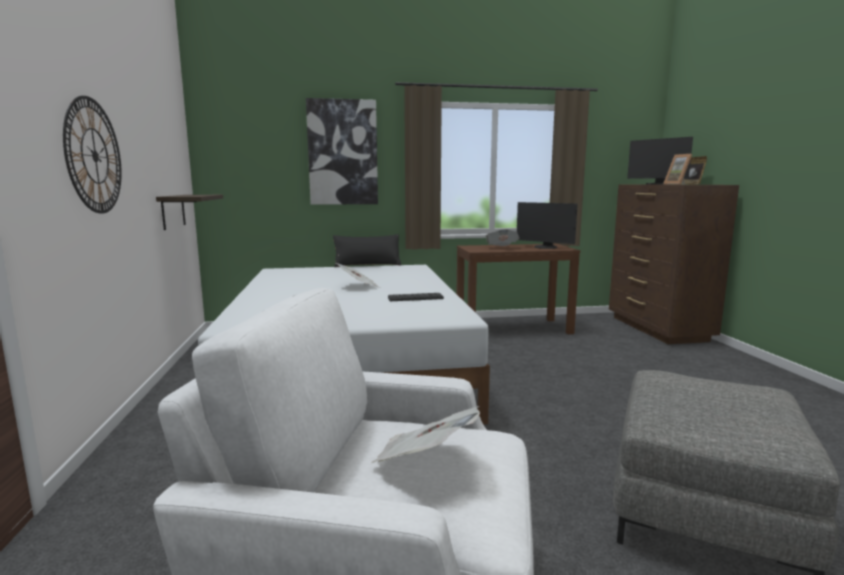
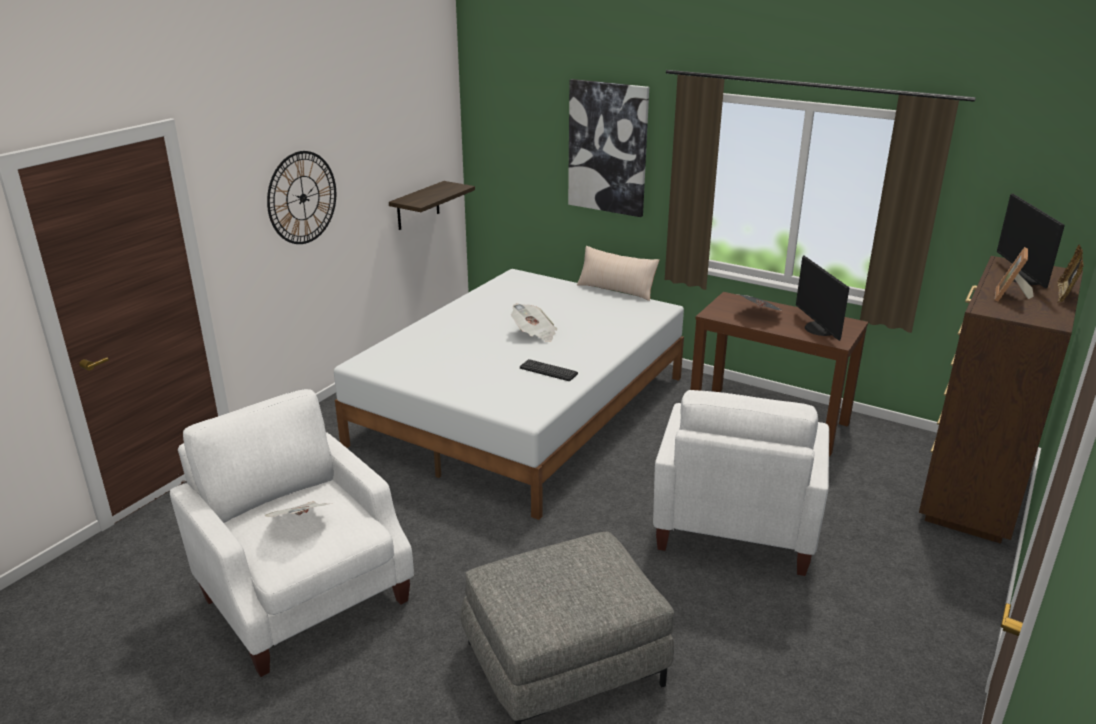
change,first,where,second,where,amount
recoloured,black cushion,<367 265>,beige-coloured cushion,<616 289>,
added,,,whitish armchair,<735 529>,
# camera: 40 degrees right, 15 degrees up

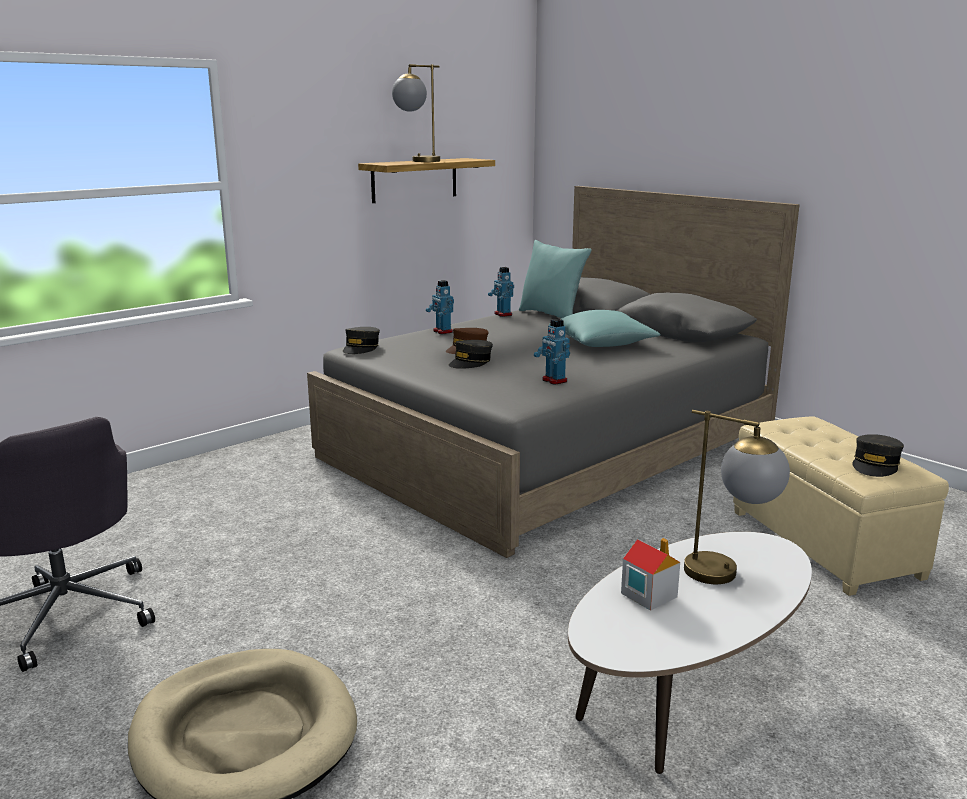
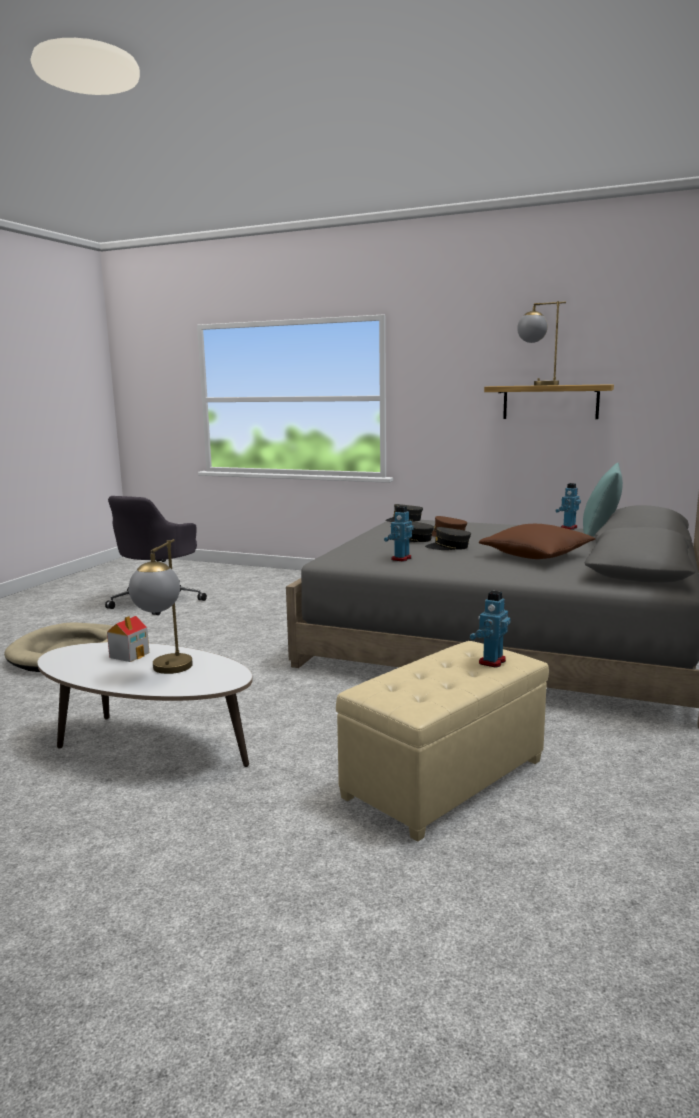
change,first,where,second,where,amount
moved,model robot,<442 331>,,<491 661>,
recoloured,blue-green cushion,<602 343>,brownish cushion,<536 556>,
moved,grey baseball cap,<875 465>,,<448 547>,
# camera: 65 degrees right, 5 degrees down

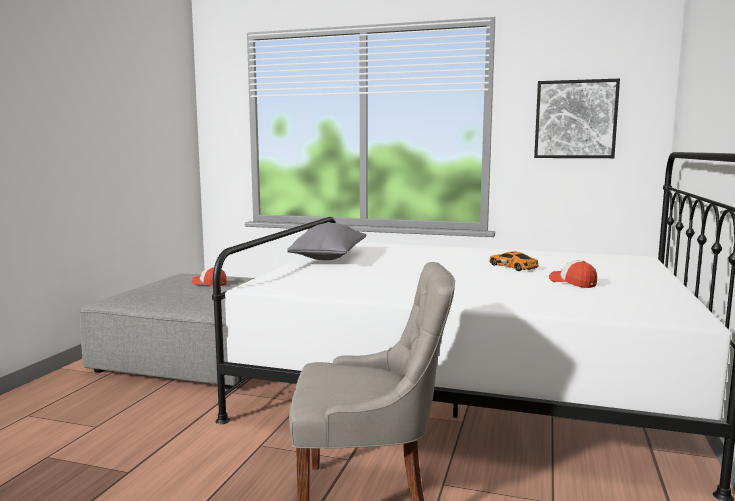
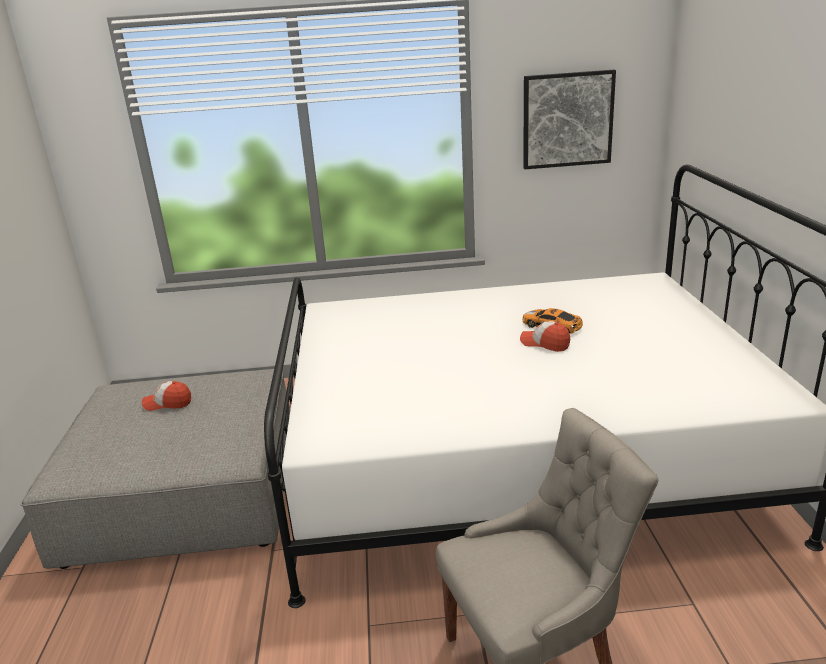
change,first,where,second,where,amount
removed,grey cushion,<330 258>,,,
moved,baseball cap,<572 283>,,<545 343>,
# camera: 20 degrees left, 15 degrees up

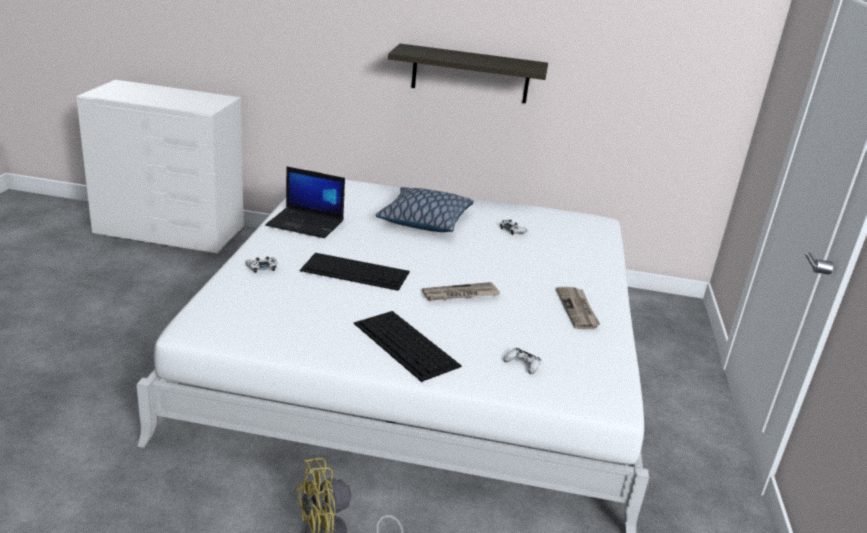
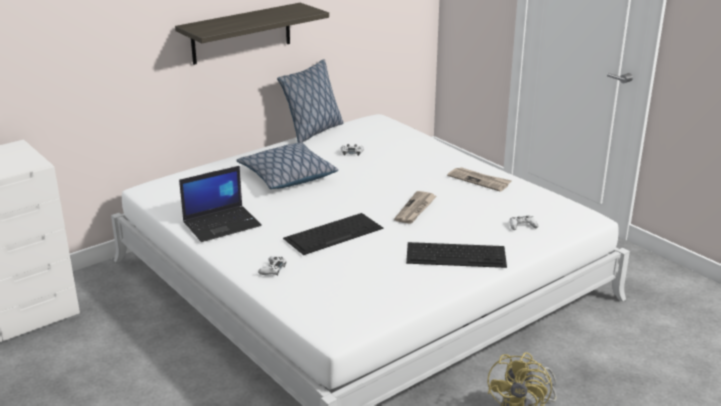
change,first,where,second,where,amount
added,,,cushion,<313 132>,
# camera: 45 degrees left, 0 degrees up

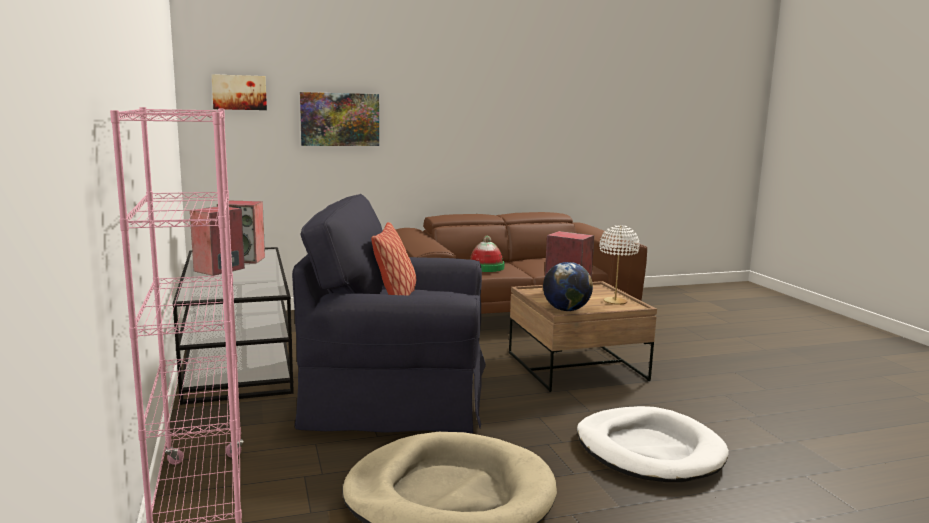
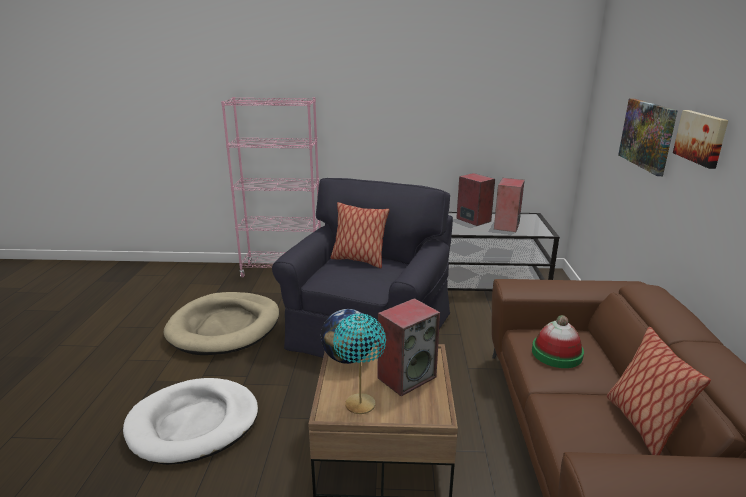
change,first,where,second,where,amount
moved,picture,<239 92>,,<701 138>,
recoloured,whitish table lamp,<614 302>,blue-green table lamp,<360 404>,
added,,,cushion,<641 424>,
# camera: 110 degrees right, 10 degrees up

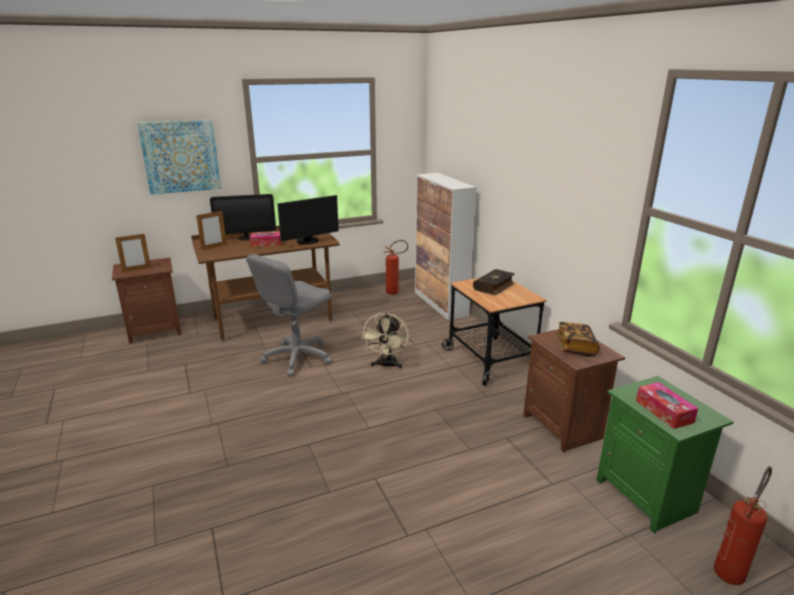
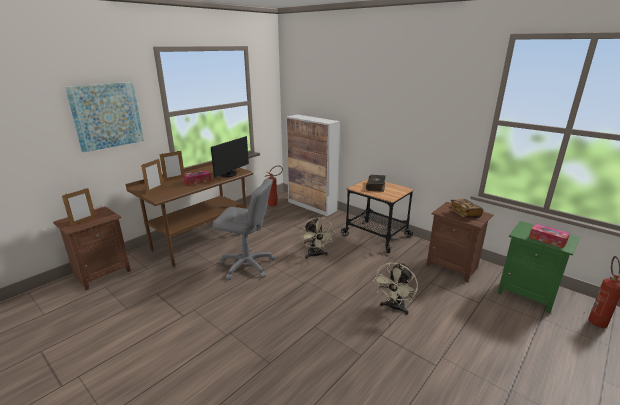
change,first,where,second,where,amount
replaced,computer screen,<246 238>,standing frame,<174 179>,
turned,grey office chair,<297 357>,,<247 265>,90 degrees counterclockwise
added,,,beige-coloured cooling fan,<394 308>,
# camera: 25 degrees left, 0 degrees up

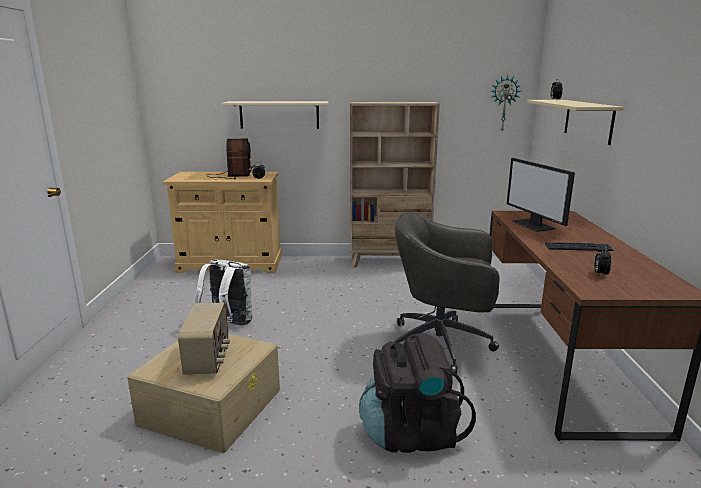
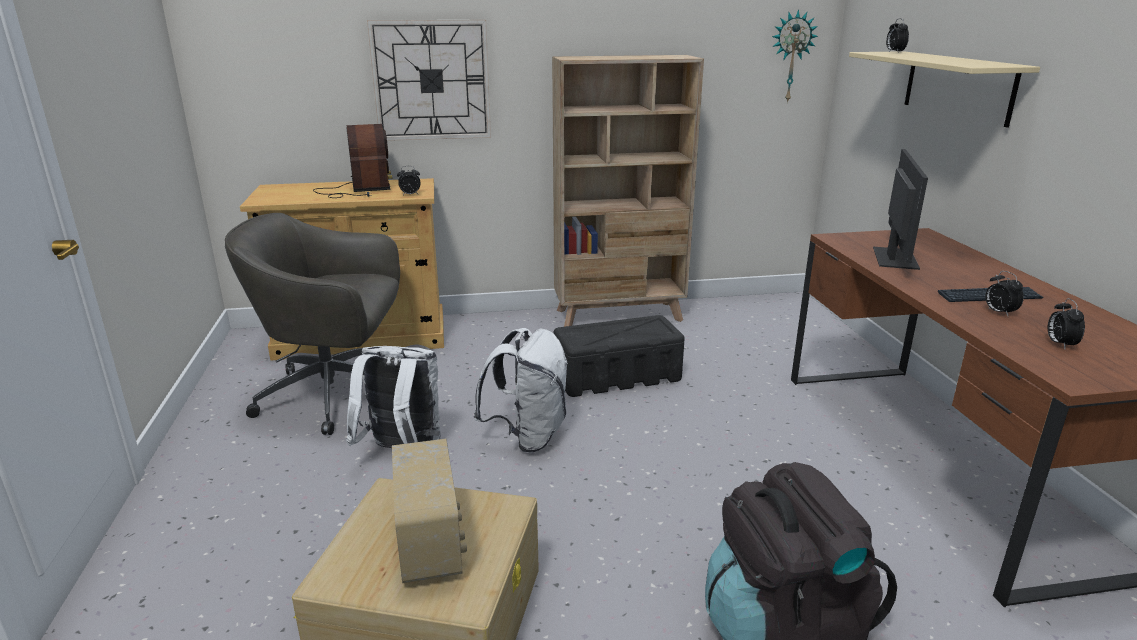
change,first,where,second,where,amount
replaced,beige-coloured bracket shelf,<279 114>,wall clock,<431 80>,
moved,grey office chair,<442 344>,,<336 395>,
turned,computer screen,<534 225>,,<893 258>,135 degrees counterclockwise
added,,,whitish backpack,<528 436>,
added,,,black storage box,<618 376>,
added,,,alarm clock,<998 312>,
# camera: 10 degrees left, 5 degrees up

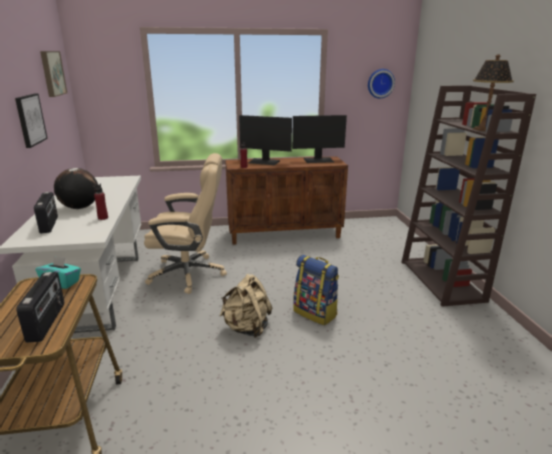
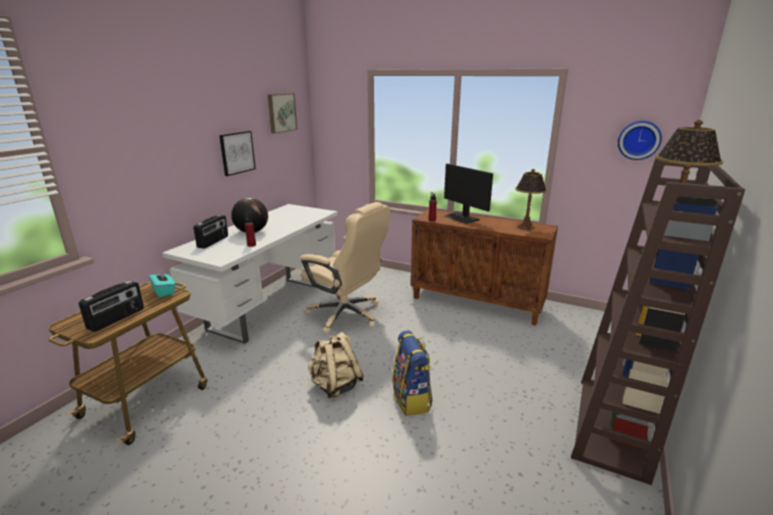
change,first,where,second,where,amount
replaced,computer screen,<319 160>,table lamp,<526 227>,
# camera: 35 degrees right, 0 degrees up

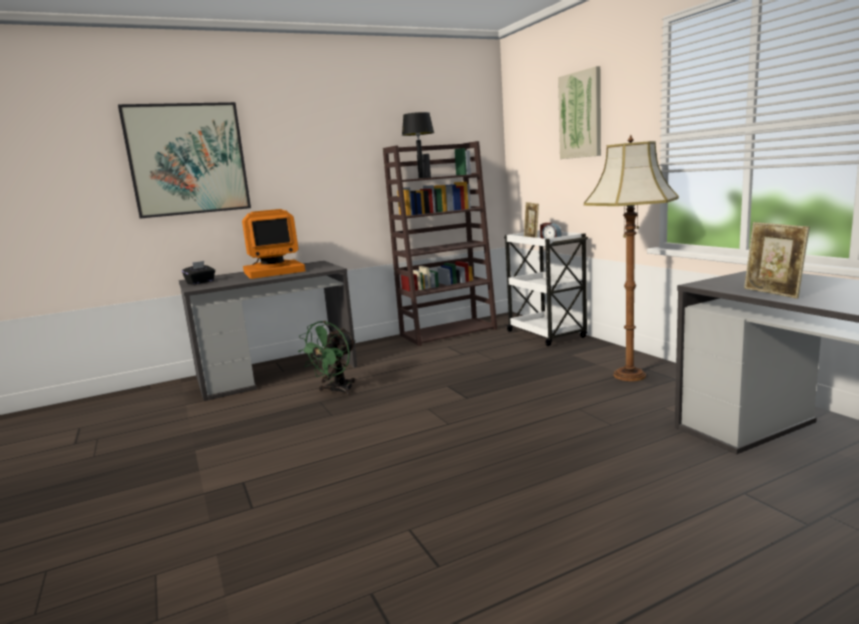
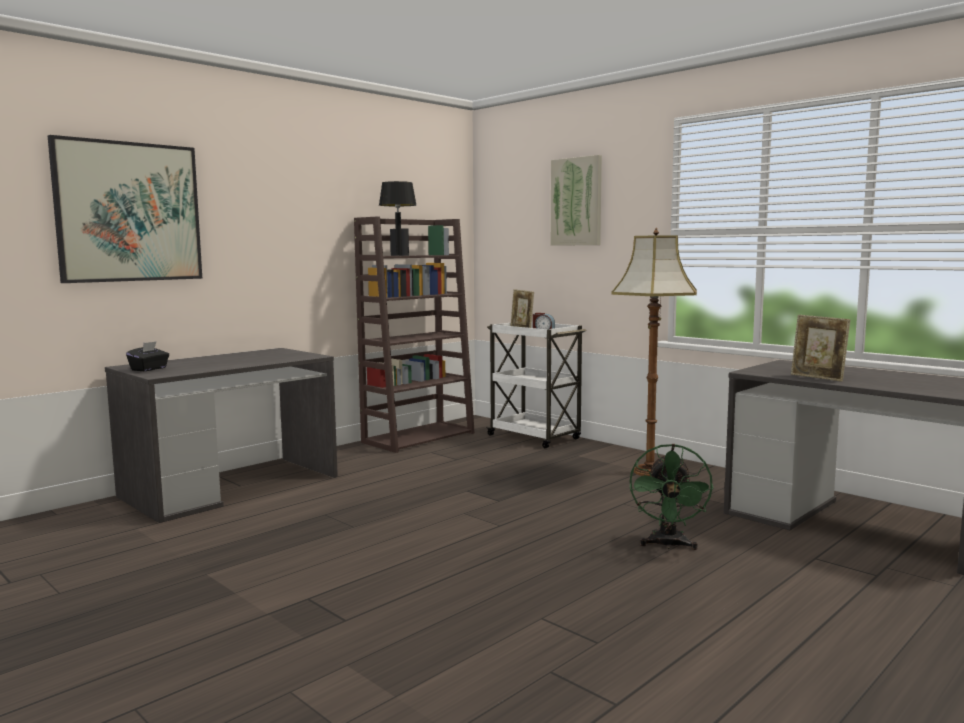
change,first,where,second,where,amount
removed,computer screen,<274 271>,,,
moved,green-coloured cooling fan,<336 391>,,<668 545>,
# camera: 20 degrees left, 5 degrees down

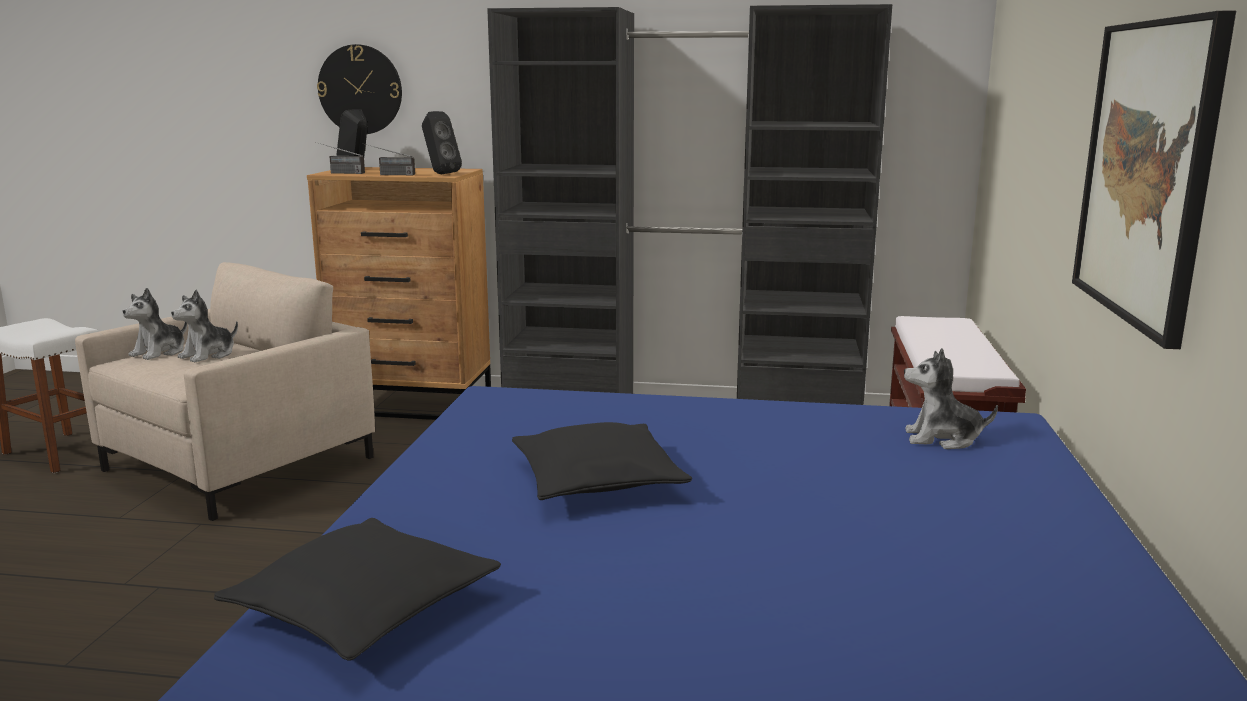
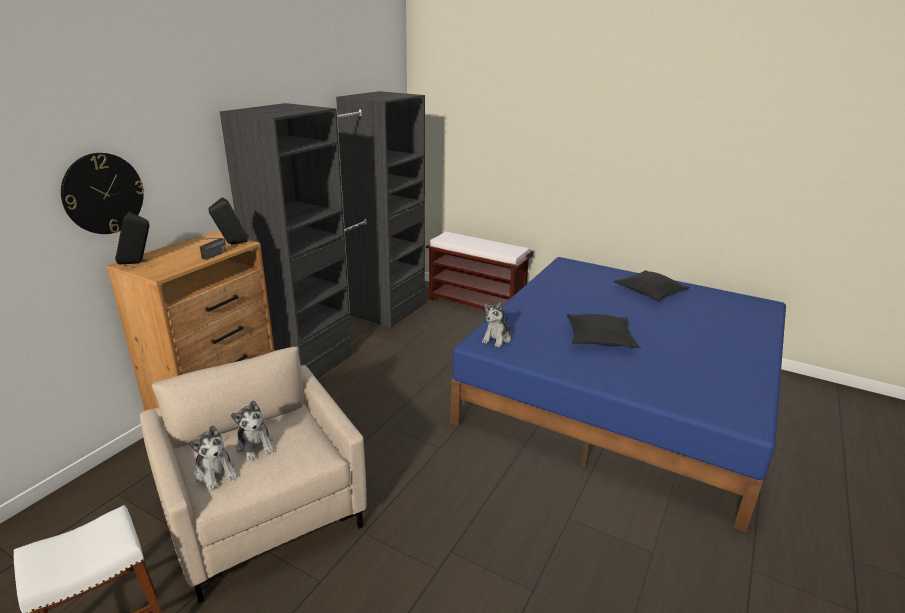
change,first,where,second,where,amount
moved,black cushion,<364 608>,,<650 292>,
removed,radio receiver,<339 173>,,,
moved,cuddly toy,<942 439>,,<497 339>,
removed,picture,<1146 171>,,,
# camera: 70 degrees left, 10 degrees up

